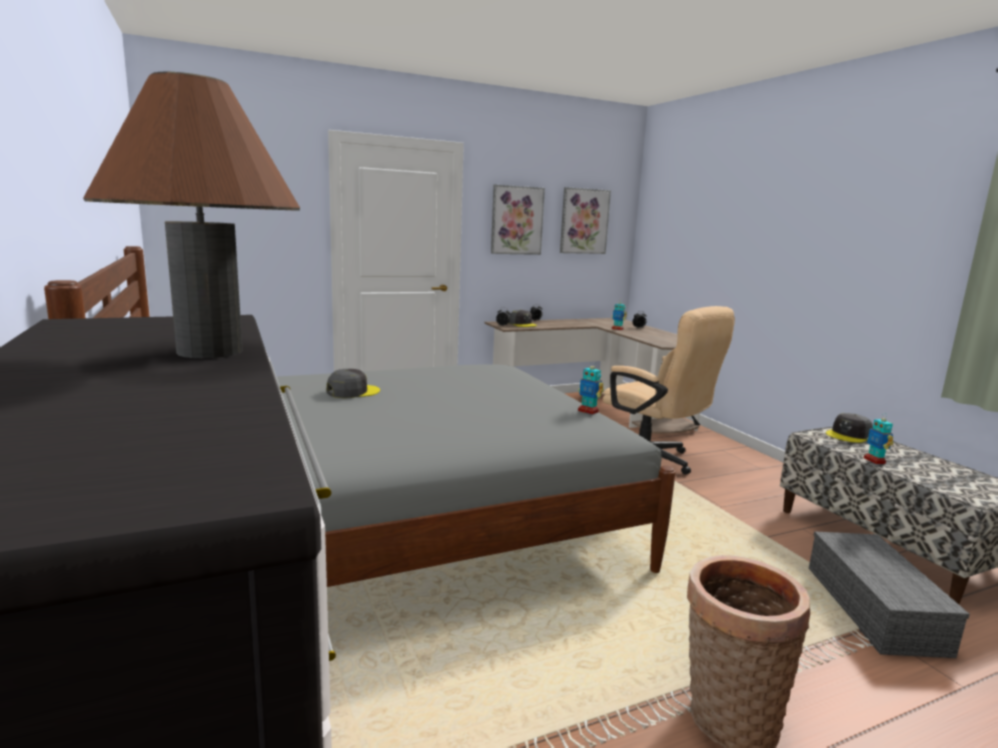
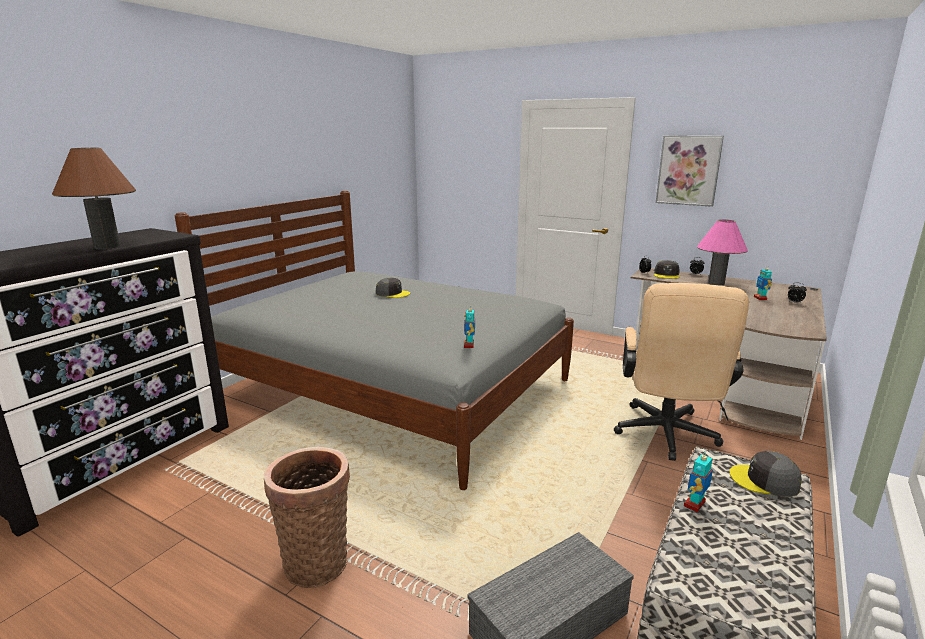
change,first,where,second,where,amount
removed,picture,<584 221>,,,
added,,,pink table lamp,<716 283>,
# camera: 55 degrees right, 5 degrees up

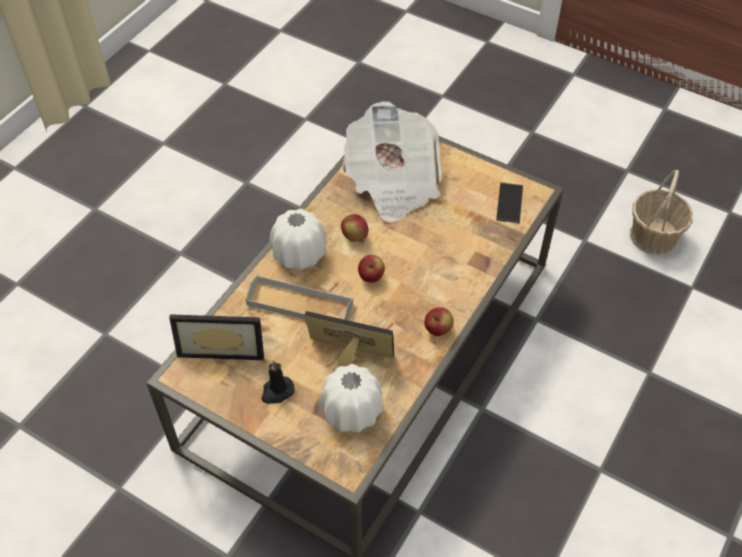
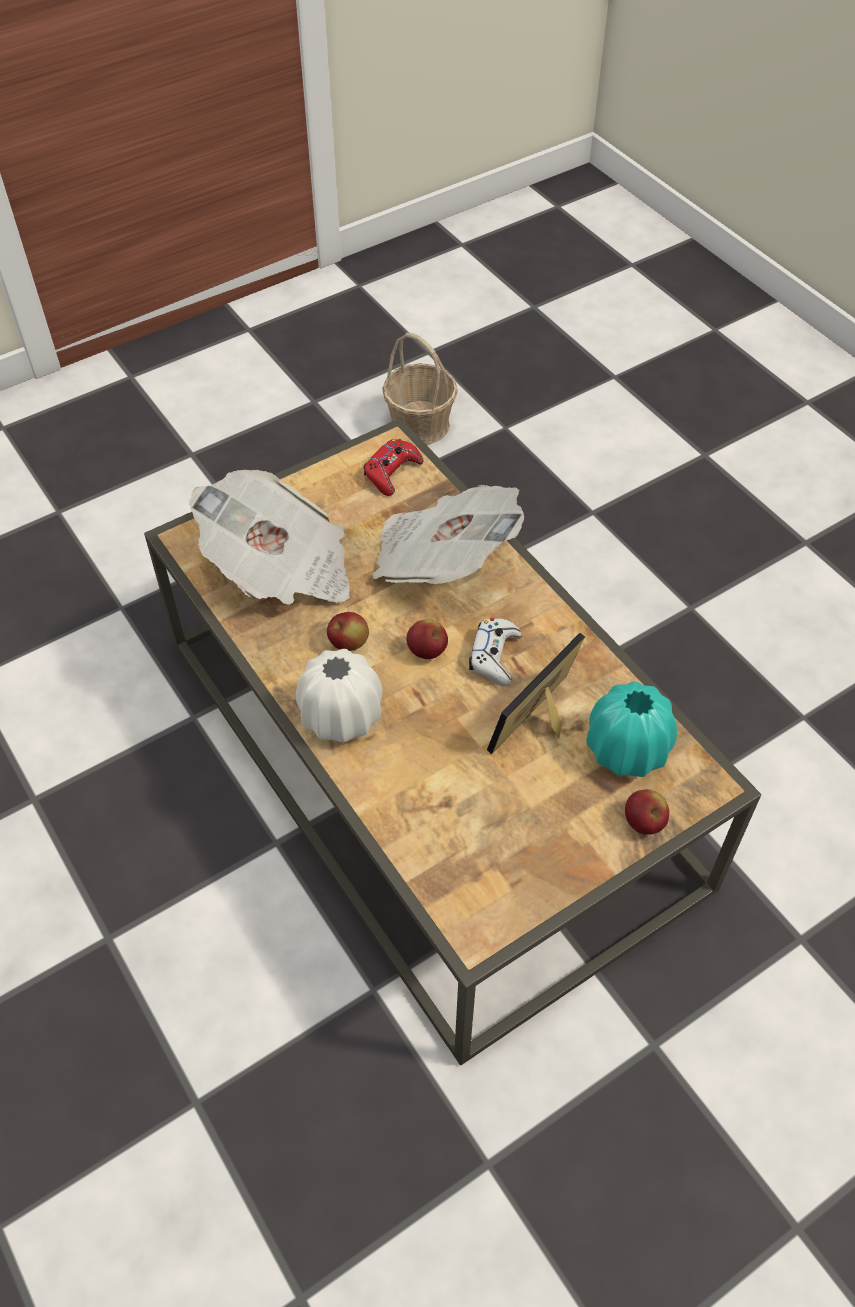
change,first,where,second,where,amount
removed,standing frame,<222 345>,,,
removed,grey carrying tray,<299 304>,,,
removed,black wax light,<277 391>,,,
recoloured,whitish vase,<352 411>,blue-green vase,<626 749>,
moved,apple,<438 330>,,<643 823>,
replaced,telephone,<509 203>,red-coloured gamepad,<392 472>,
added,,,printed paper,<442 561>,
added,,,whitish gamepad,<494 656>,
# camera: 65 degrees left, 0 degrees up

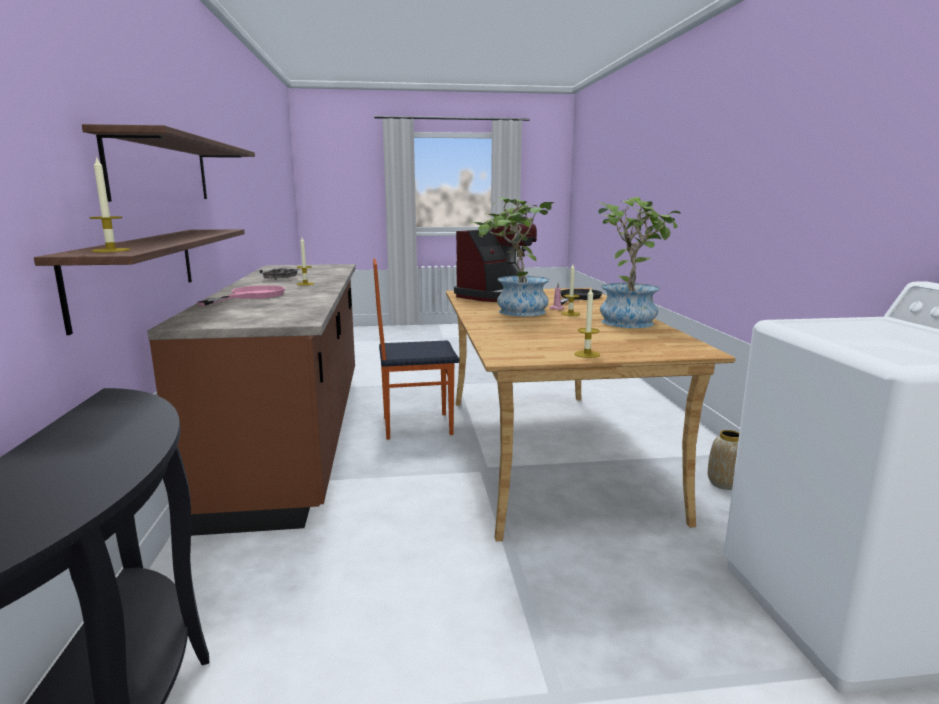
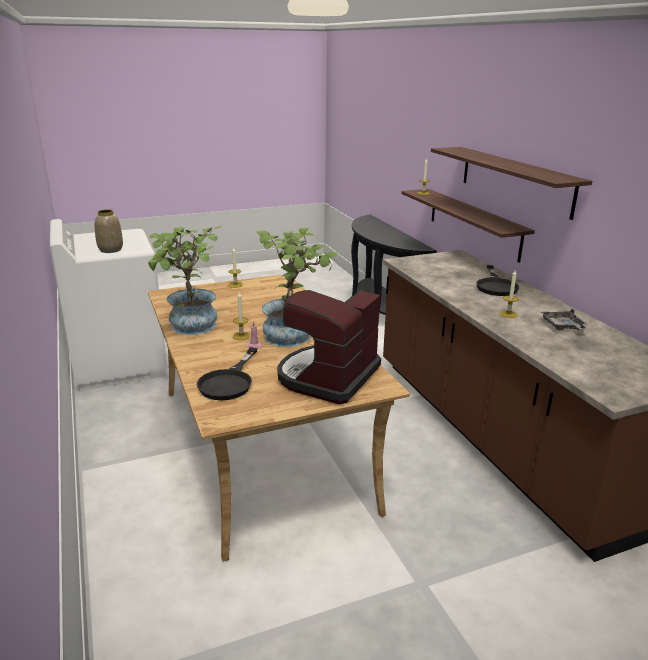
change,first,where,second,where,amount
recoloured,pink skillet,<251 296>,black skillet,<496 286>,
removed,upright chair,<416 425>,,,
moved,vase,<725 483>,,<110 250>,
# camera: 165 degrees right, 10 degrees up

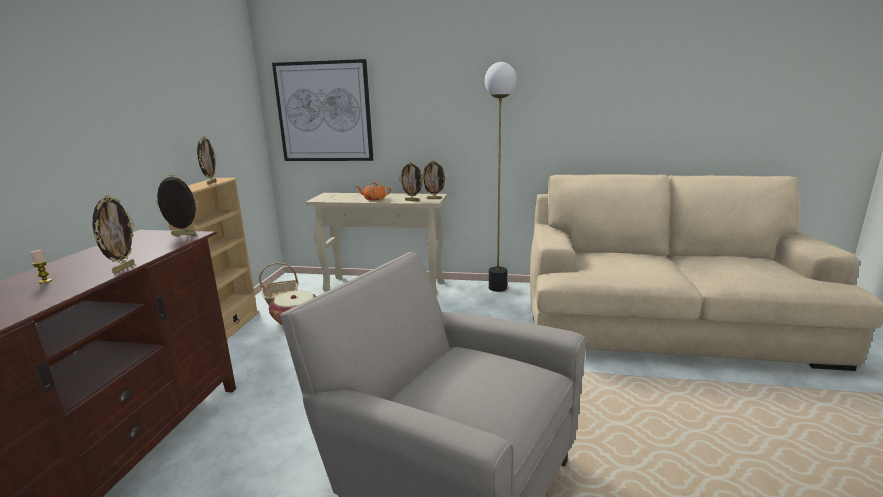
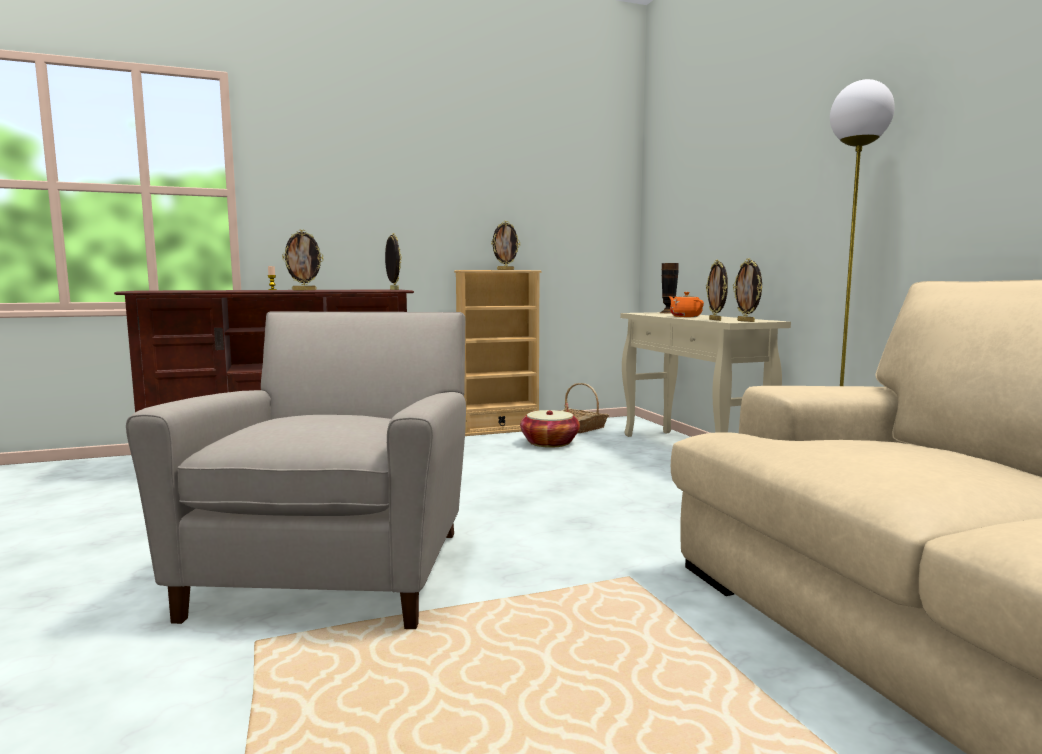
change,first,where,second,where,amount
removed,picture,<324 112>,,,
added,,,vase,<668 313>,
# camera: 60 degrees right, 10 degrees down

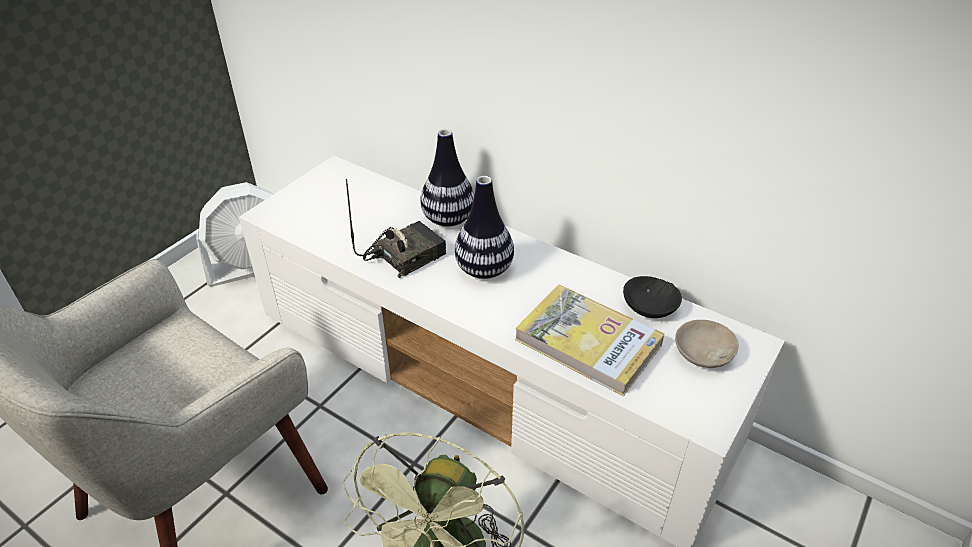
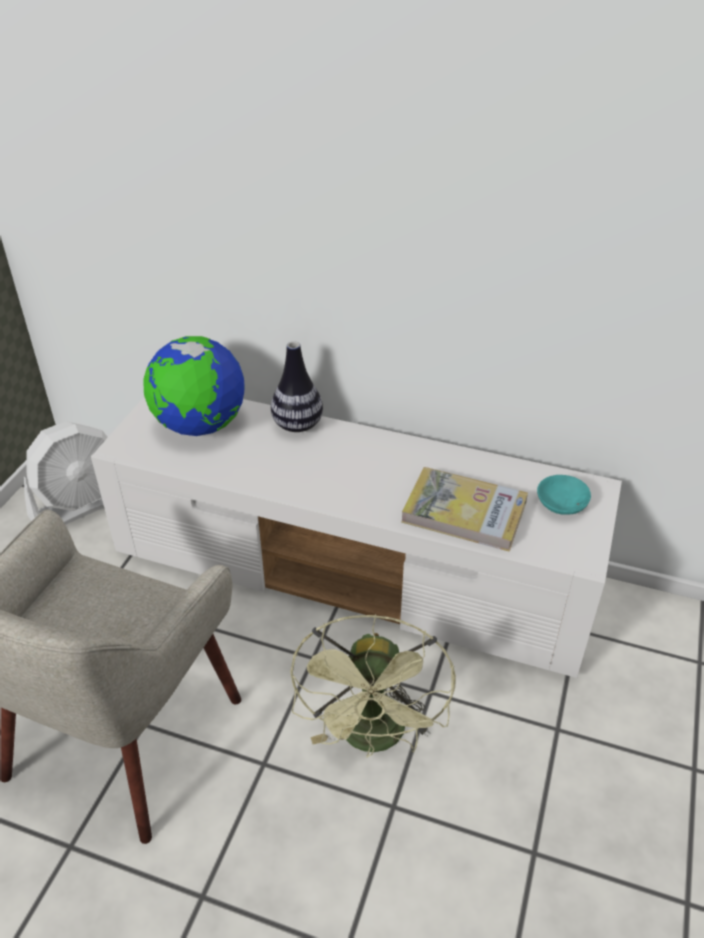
change,first,where,second,where,amount
removed,radio receiver,<404 255>,,,
removed,vase,<484 270>,,,
removed,black serving bowl,<648 308>,,,
recoloured,beige-coloured serving bowl,<702 353>,blue-green serving bowl,<560 503>,
added,,,desk globe,<200 426>,
# camera: 15 degrees left, 0 degrees up

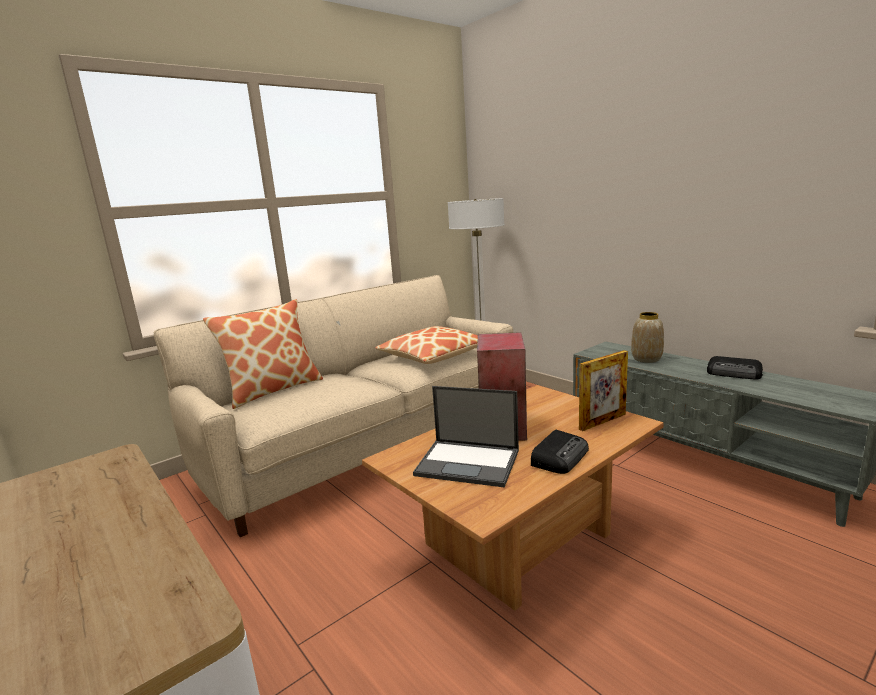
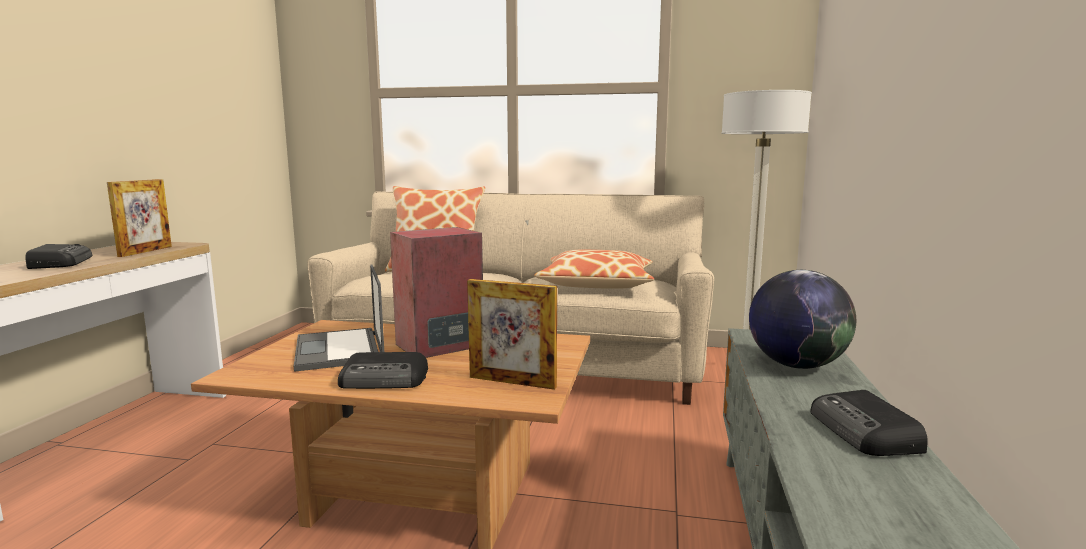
change,first,where,second,where,amount
replaced,vase,<646 359>,desk globe,<796 365>,
added,,,radio receiver,<60 263>,
added,,,standing frame,<145 251>,
# camera: 50 degrees right, 5 degrees down

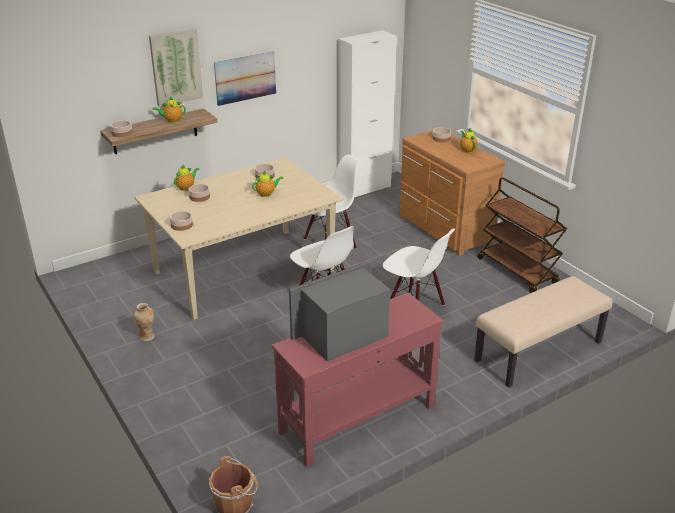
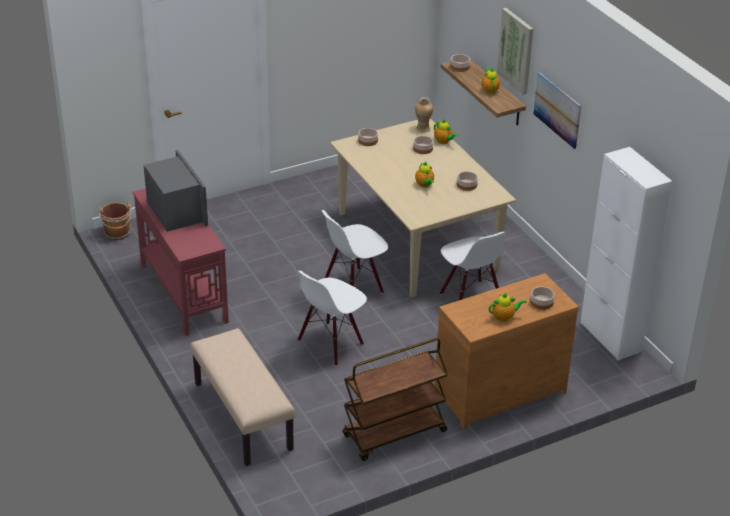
change,first,where,second,where,amount
moved,vase,<147 337>,,<423 129>,
# camera: 95 degrees right, 5 degrees up

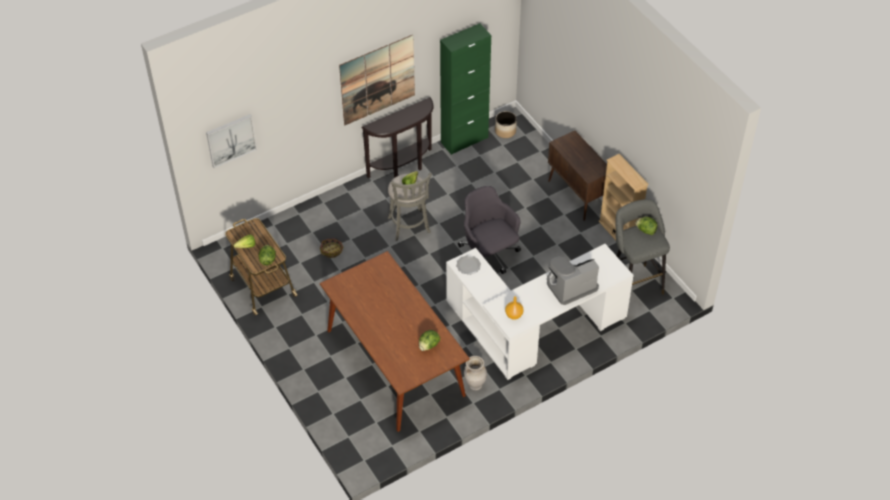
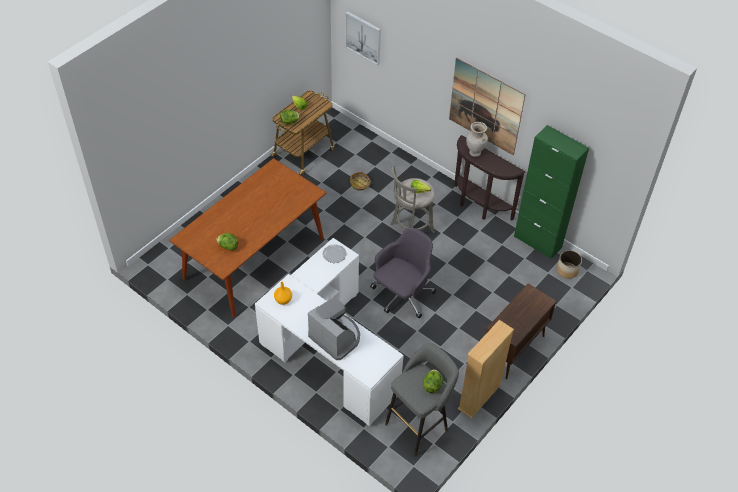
change,first,where,second,where,amount
moved,beige-coloured vase,<475 385>,,<475 152>,
# camera: 70 degrees right, 0 degrees up

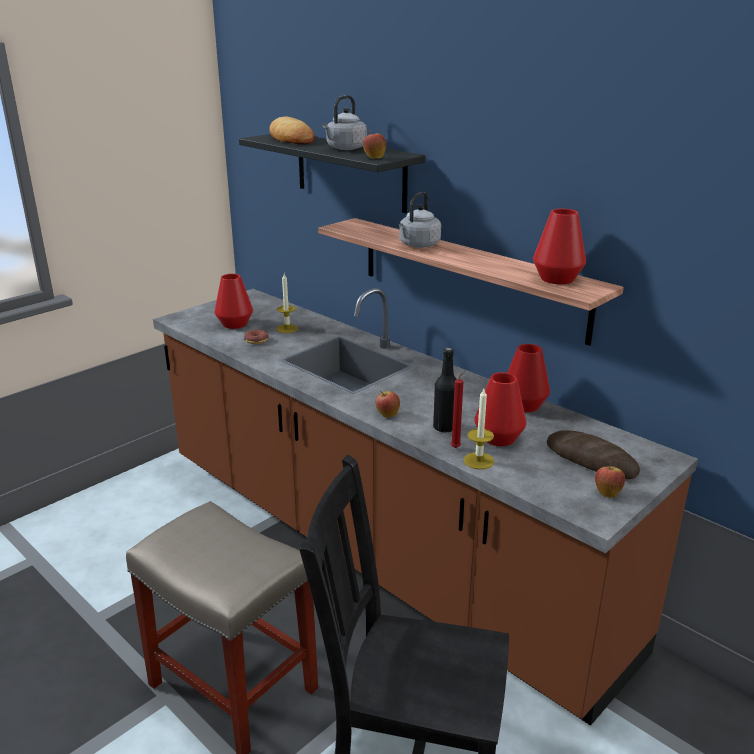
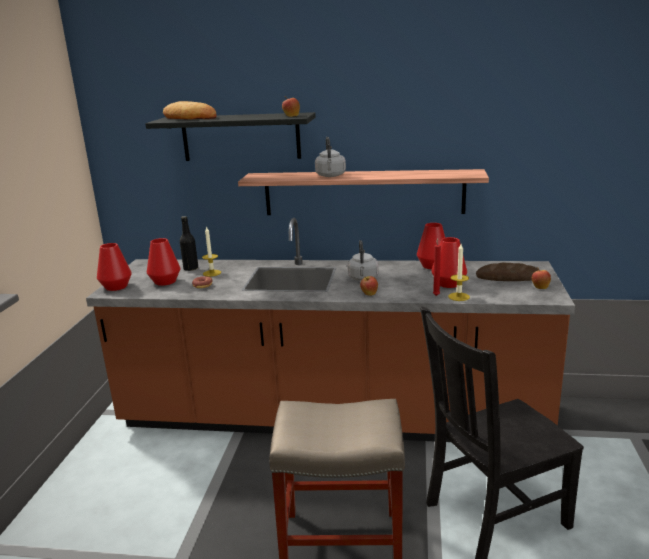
change,first,where,second,where,amount
moved,grey kettle,<345 148>,,<363 278>,
moved,black beverage bottle,<445 427>,,<191 268>,
moved,red-coloured vase,<557 279>,,<116 287>,
# camera: 35 degrees left, 5 degrees down

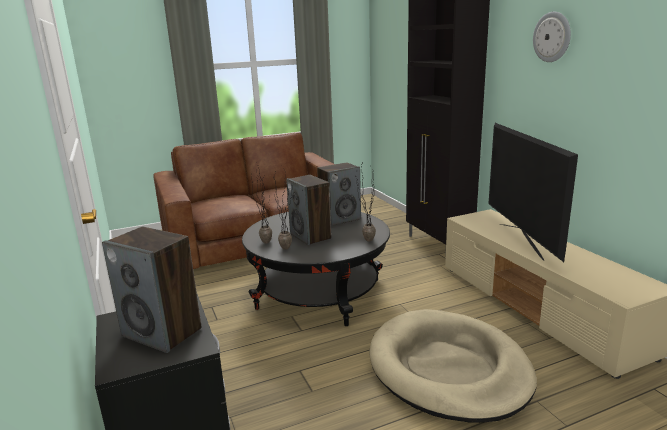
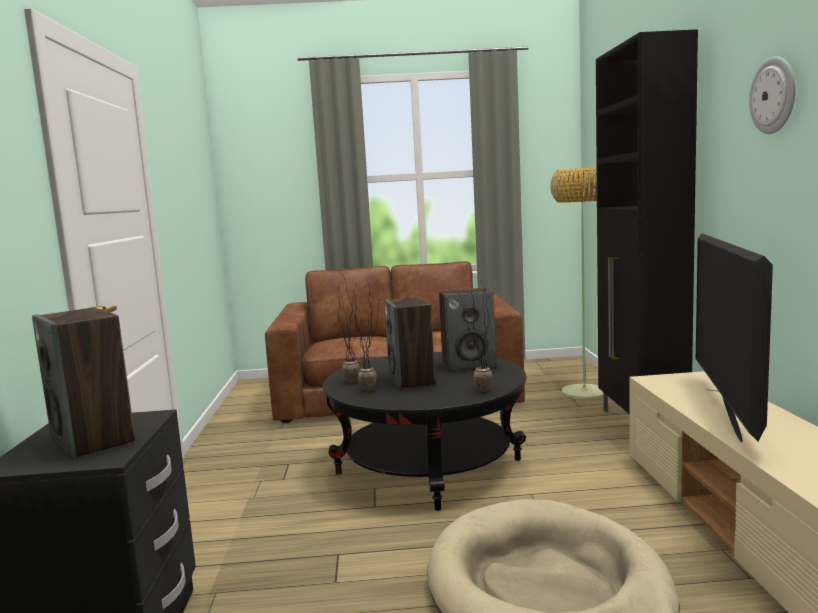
change,first,where,second,where,amount
added,,,floor lamp,<584 392>,
# camera: 20 degrees right, 10 degrees down

